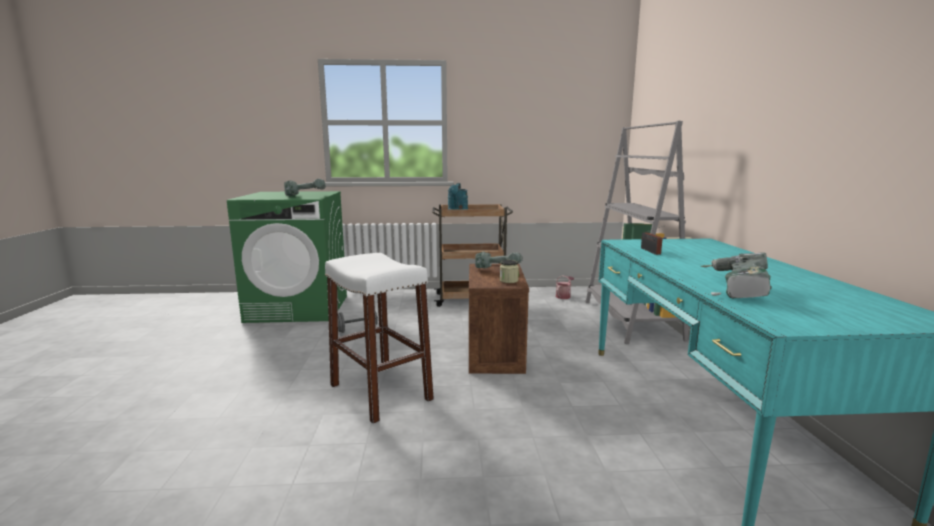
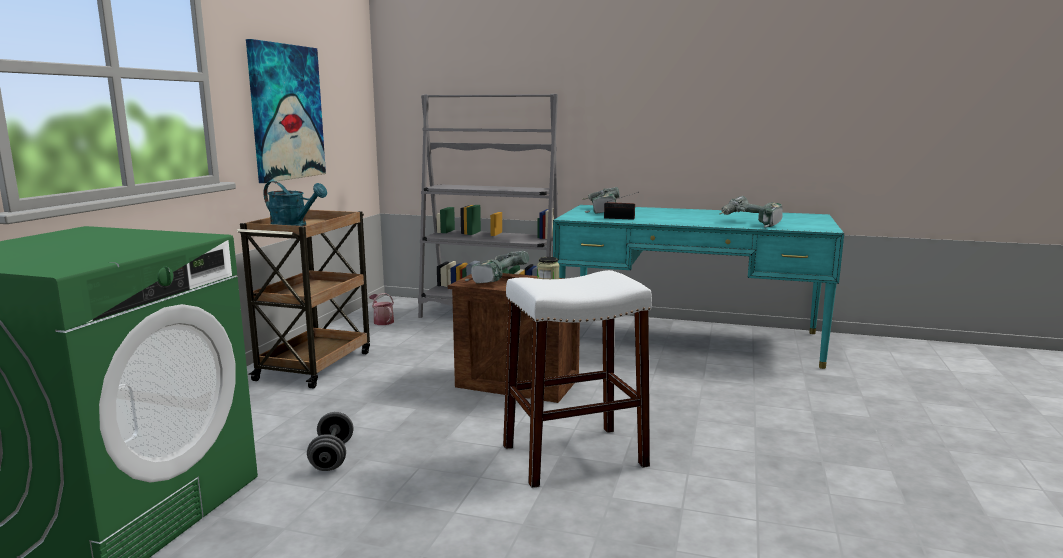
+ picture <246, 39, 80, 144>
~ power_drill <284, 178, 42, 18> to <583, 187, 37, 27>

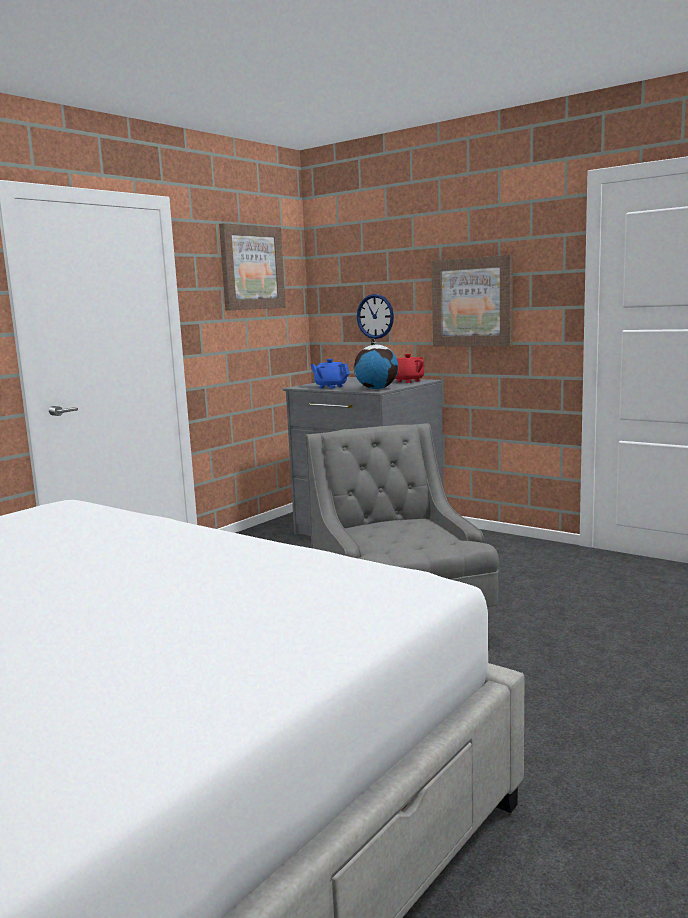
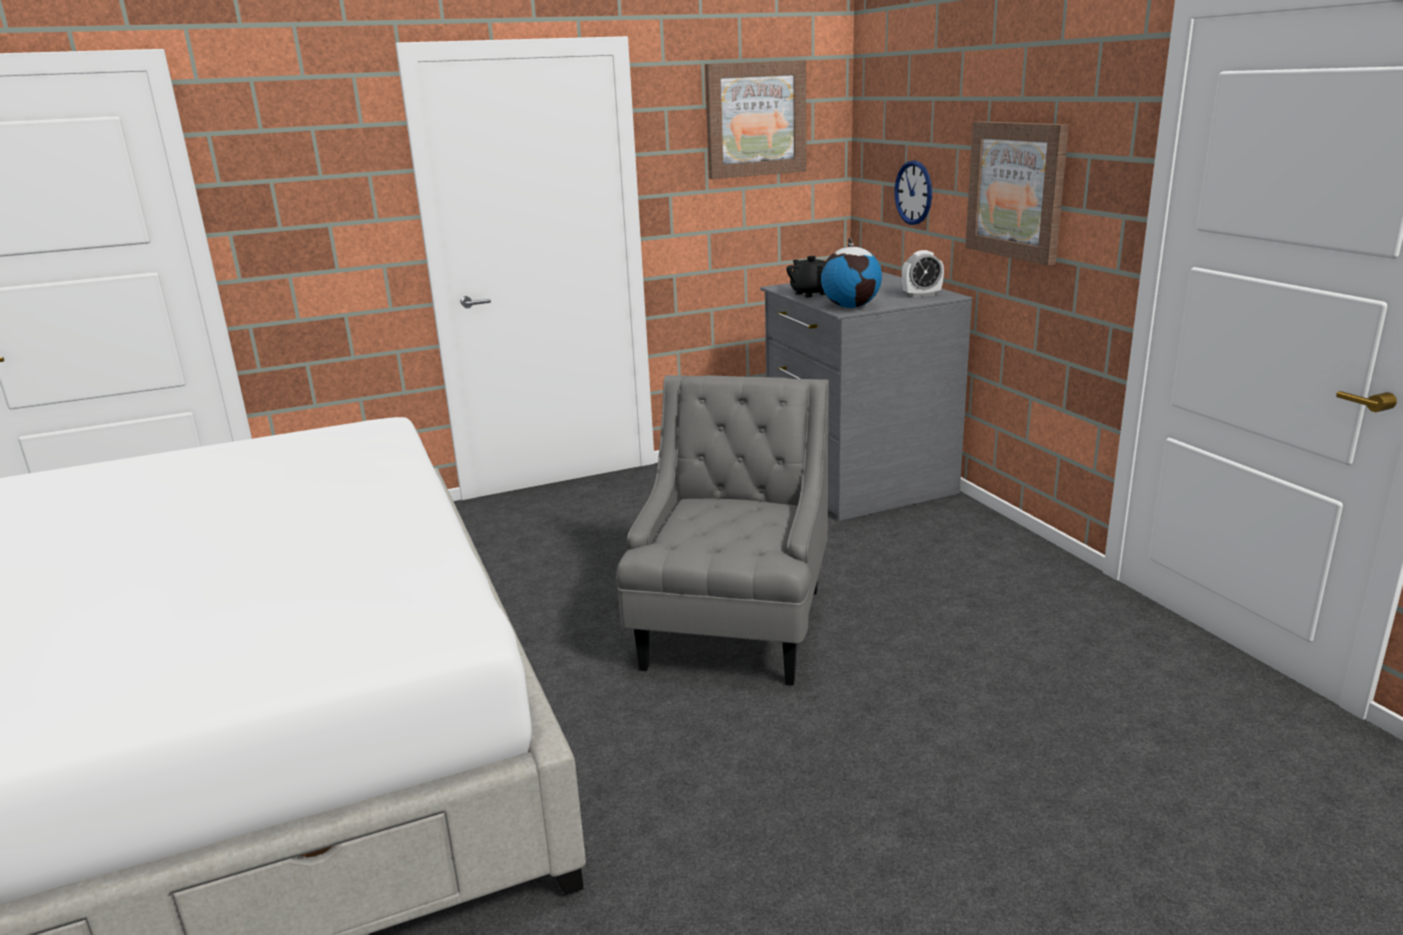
~ bluish_tea_pot <310, 359, 40, 30> to black_tea_pot <786, 256, 40, 41>
~ red-coloured_tea_pot <395, 354, 30, 29> to bedside_clock <902, 250, 42, 47>

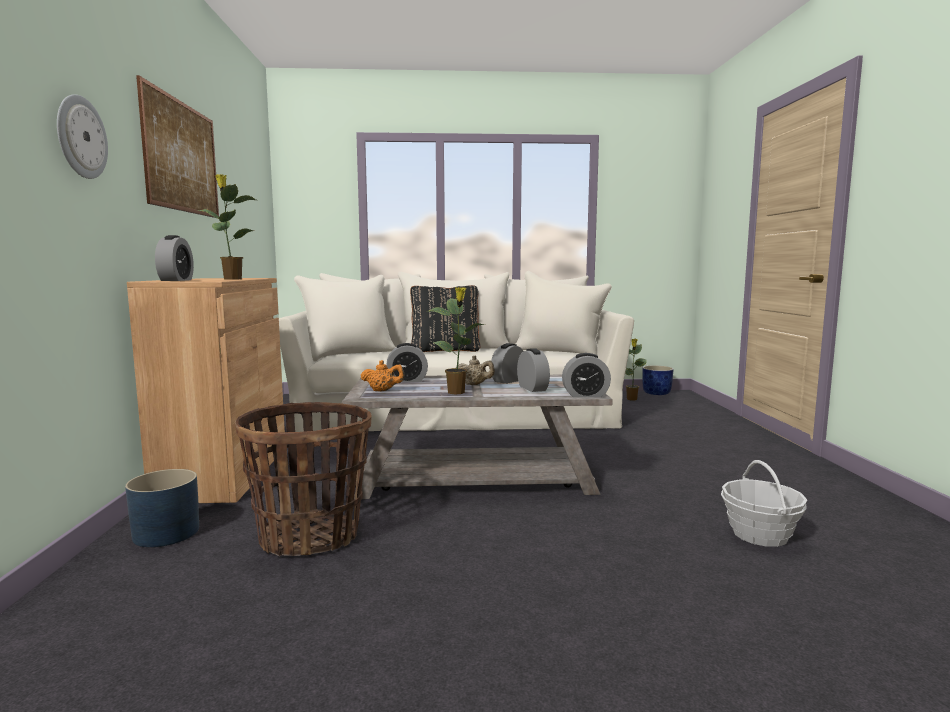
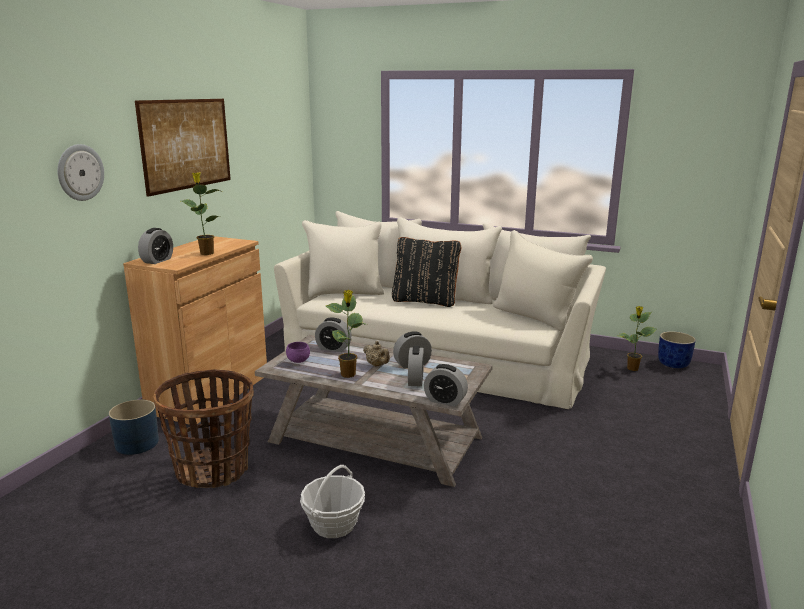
~ orange_tea_pot <361, 360, 44, 32> to purple-coloured_serving_bowl <286, 342, 24, 21>
~ basket <721, 460, 86, 87> to <300, 465, 65, 73>

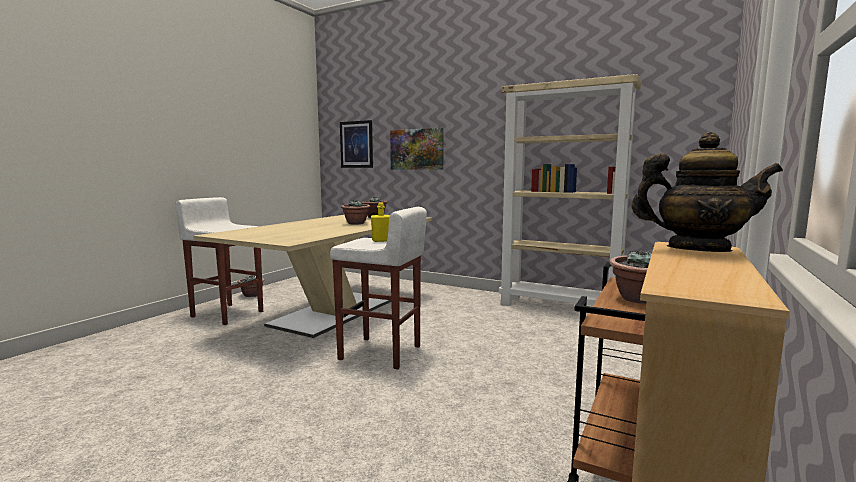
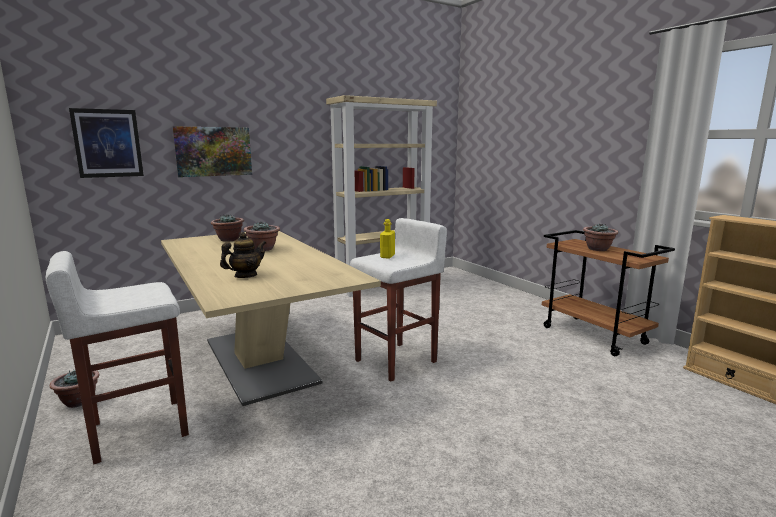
~ tea_pot <631, 132, 152, 120> to <220, 232, 46, 46>

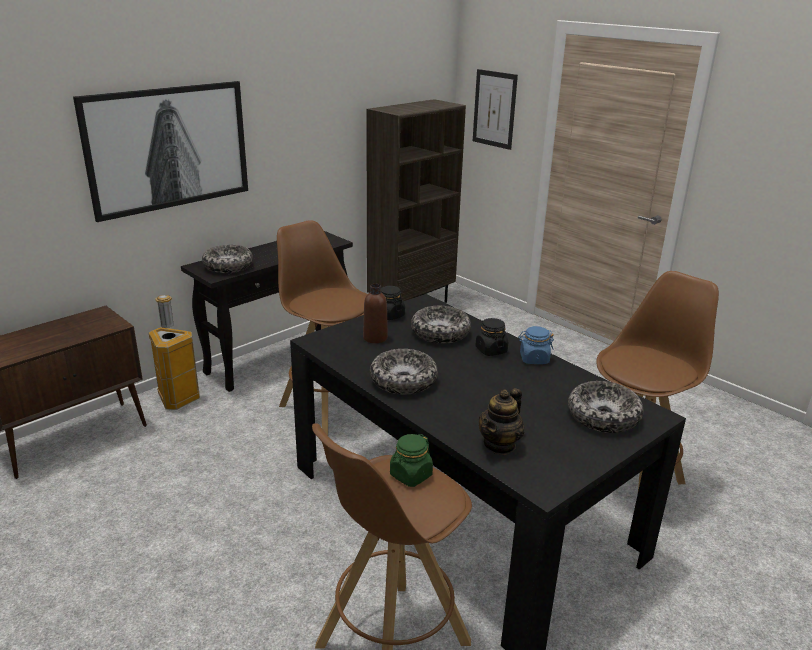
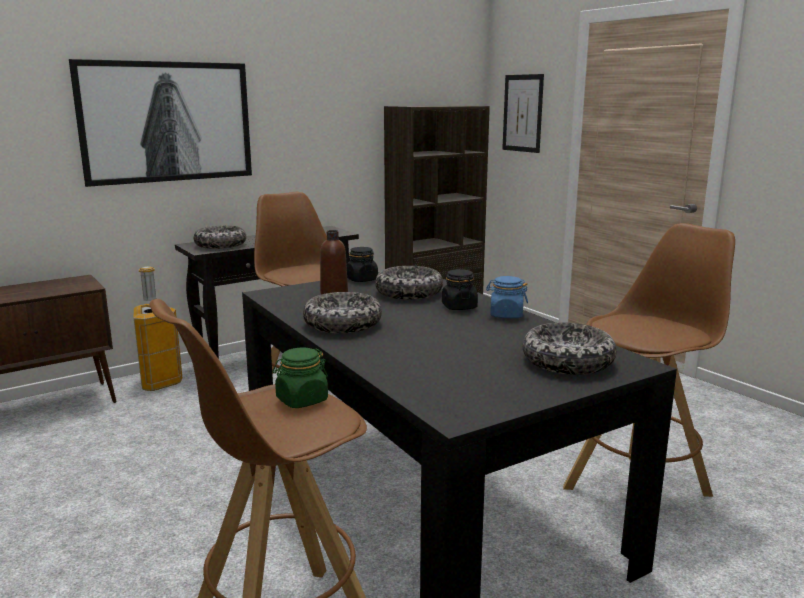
- tea_pot <479, 388, 45, 67>

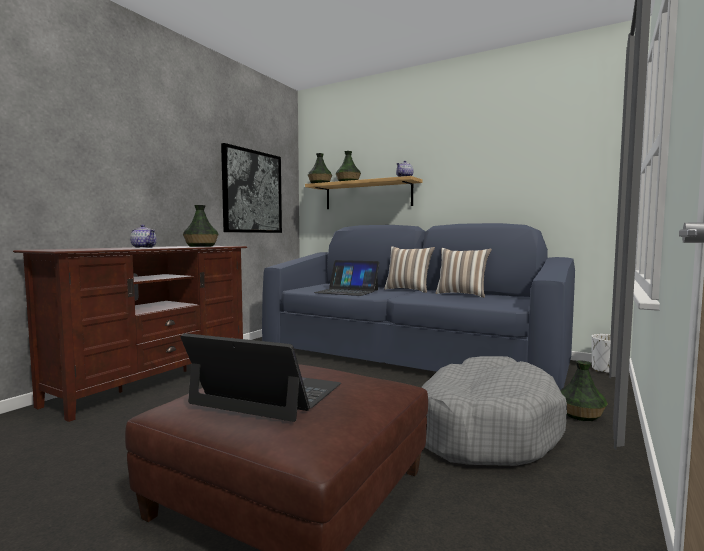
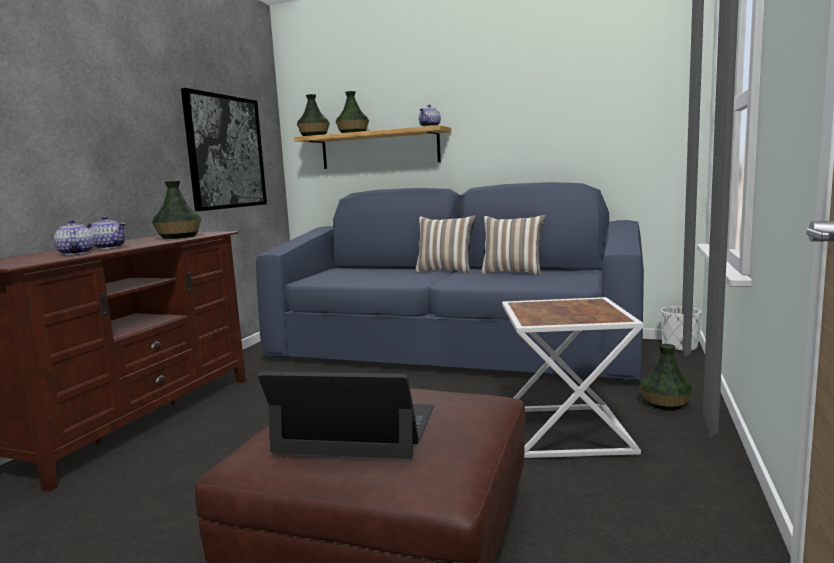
+ tea_pot <54, 219, 40, 36>
~ greyish_pet_bed <421, 356, 146, 110> to white_accent_table <502, 297, 142, 161>
- laptop <314, 260, 65, 36>

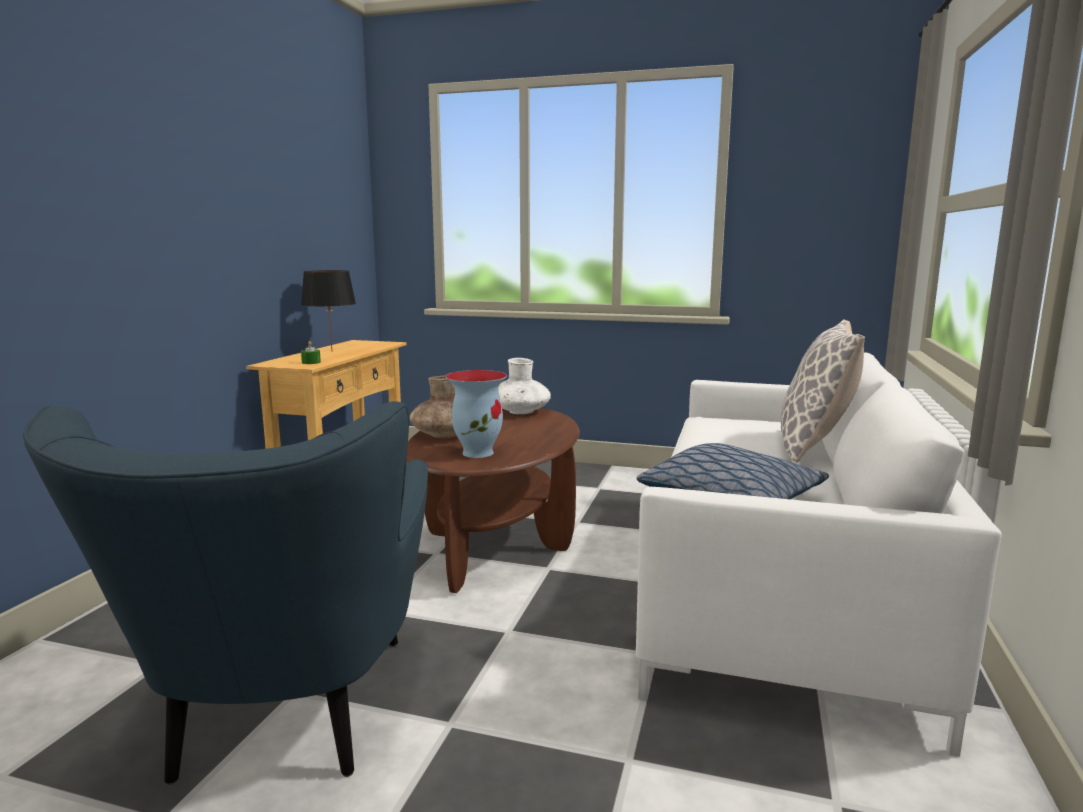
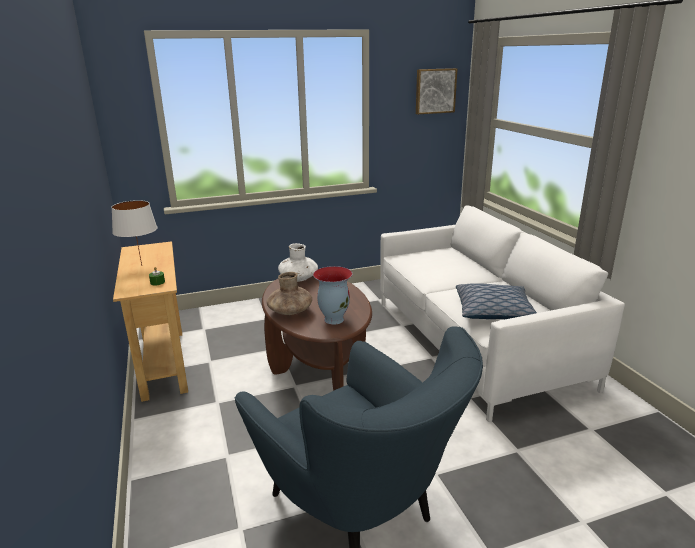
~ black_tabletop_lamp <301, 270, 55, 79> to white_tabletop_lamp <111, 200, 47, 65>
+ picture <416, 68, 41, 46>
- pillow <781, 319, 84, 143>

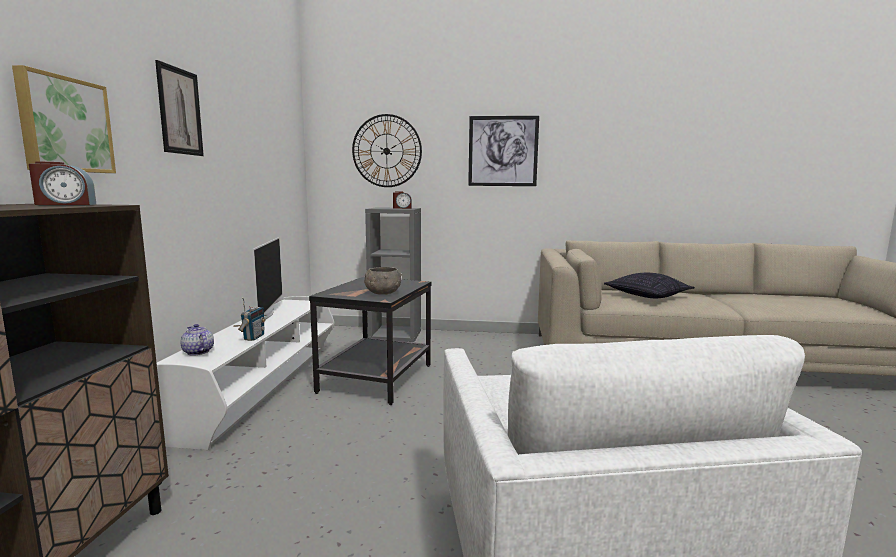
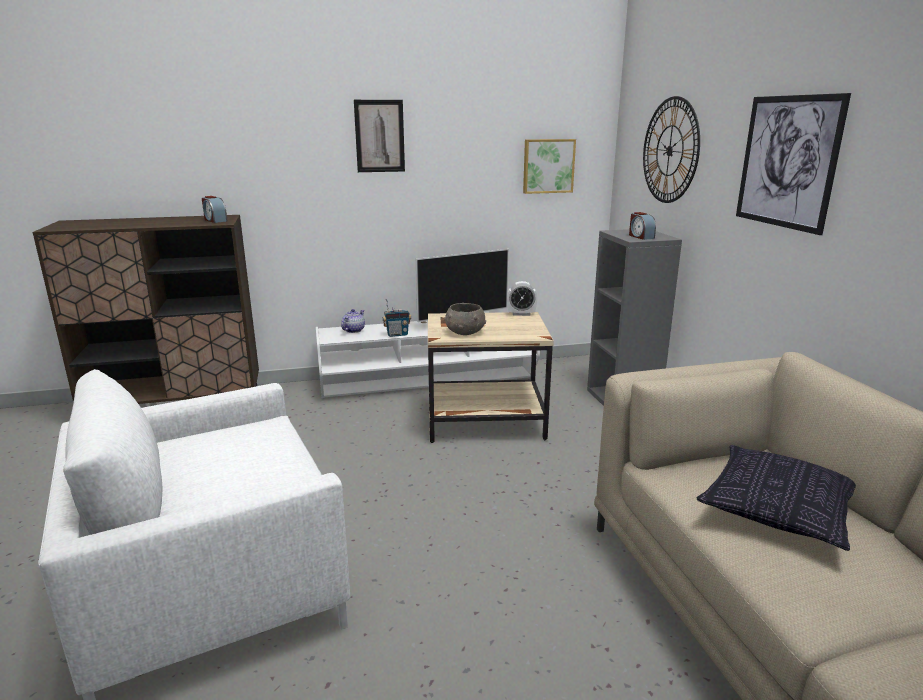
~ black_accent_table <309, 277, 122, 128> to beige-coloured_accent_table <428, 312, 126, 131>
+ bedside_clock <507, 281, 30, 35>
~ picture <12, 65, 104, 108> to <523, 139, 53, 55>

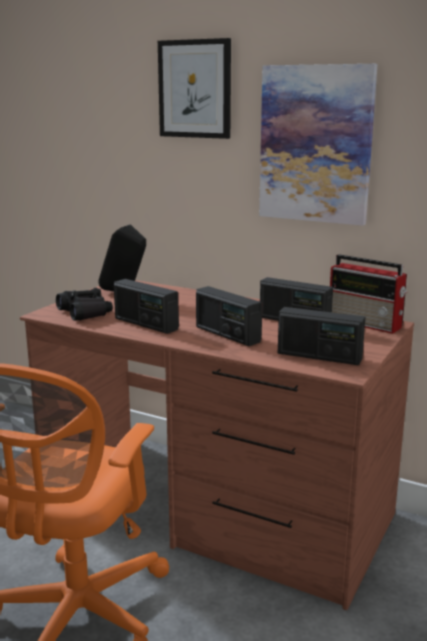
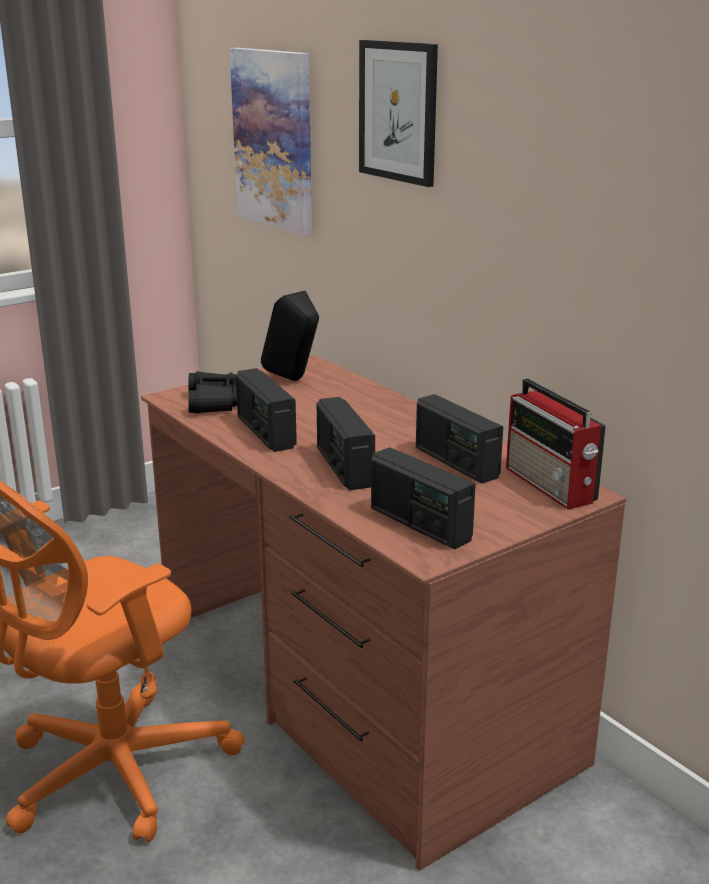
~ picture <259, 64, 119, 162> to <230, 48, 82, 188>

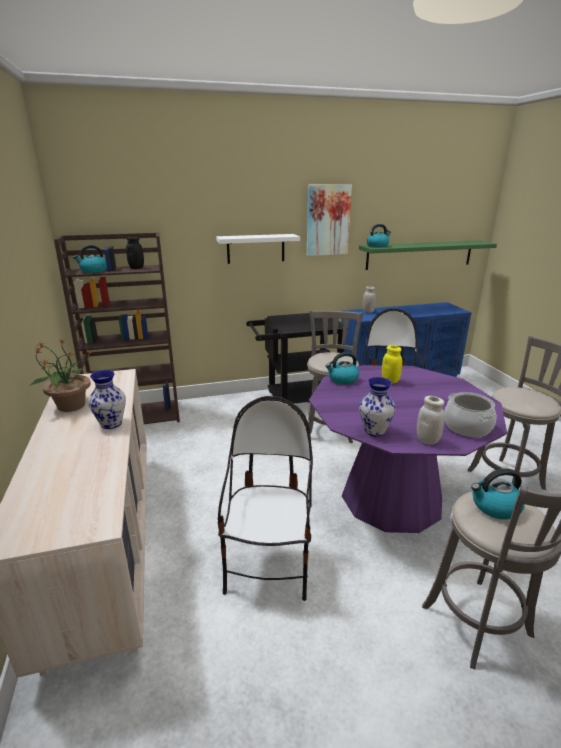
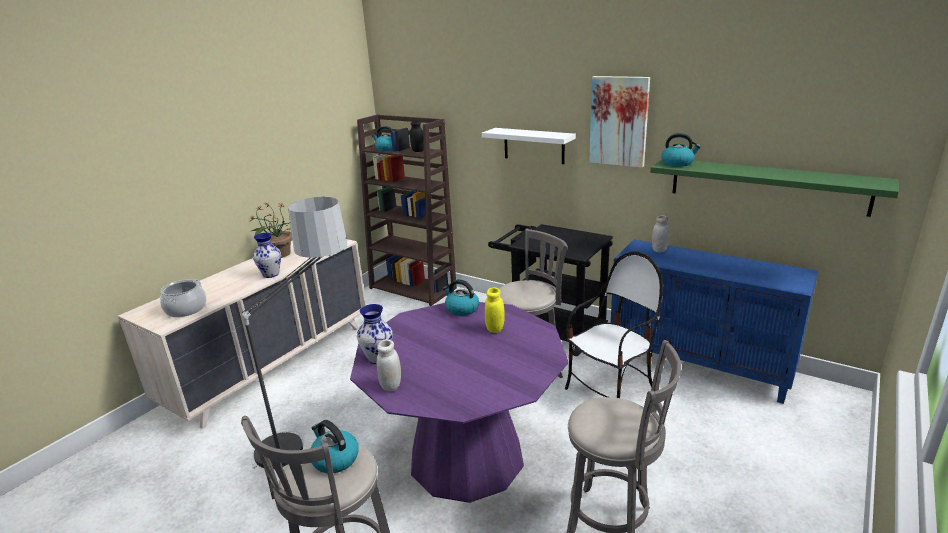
~ cooking_pot <444, 392, 53, 45> to <160, 279, 46, 38>
~ chair <218, 396, 95, 205> to floor_lamp <240, 197, 108, 272>

